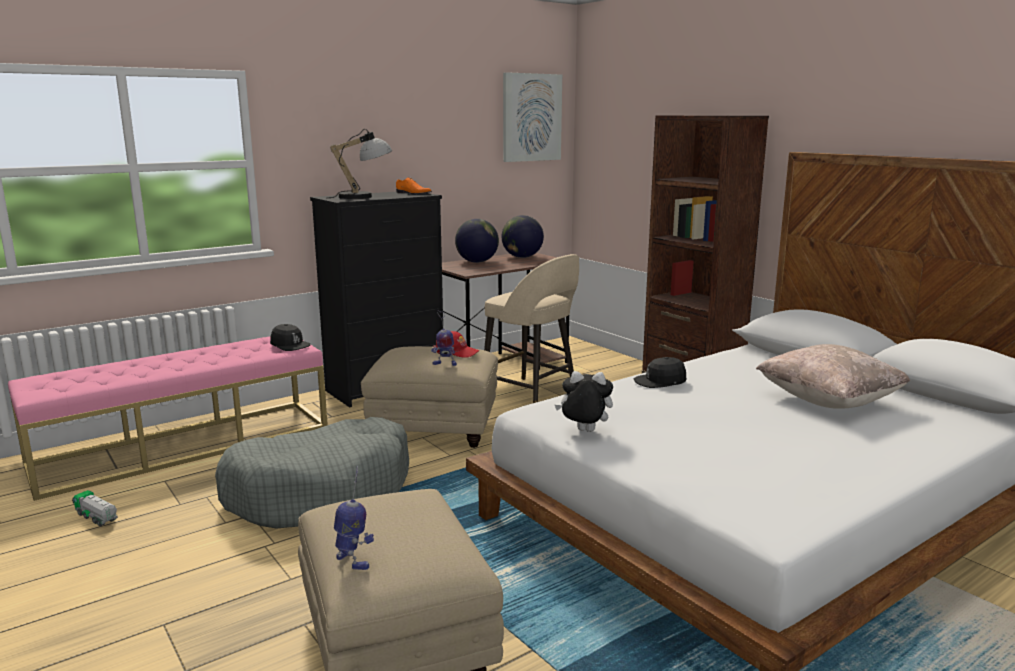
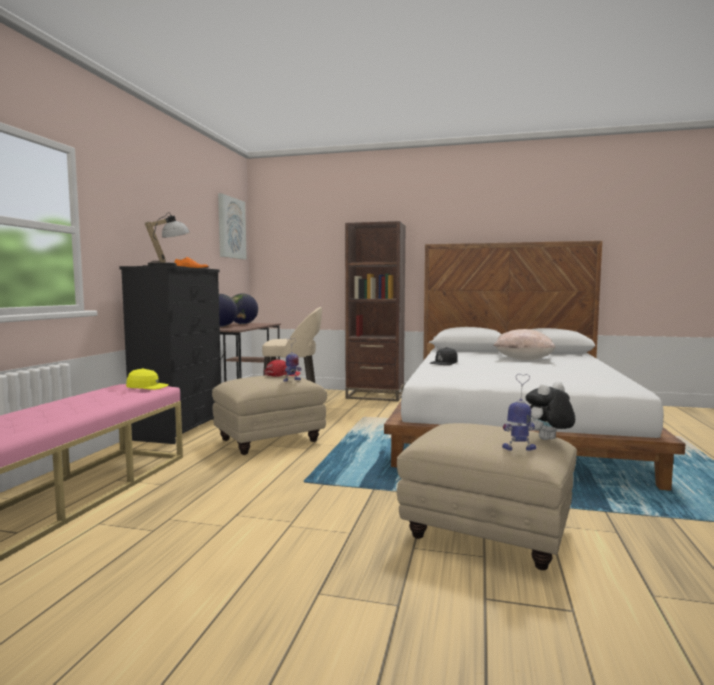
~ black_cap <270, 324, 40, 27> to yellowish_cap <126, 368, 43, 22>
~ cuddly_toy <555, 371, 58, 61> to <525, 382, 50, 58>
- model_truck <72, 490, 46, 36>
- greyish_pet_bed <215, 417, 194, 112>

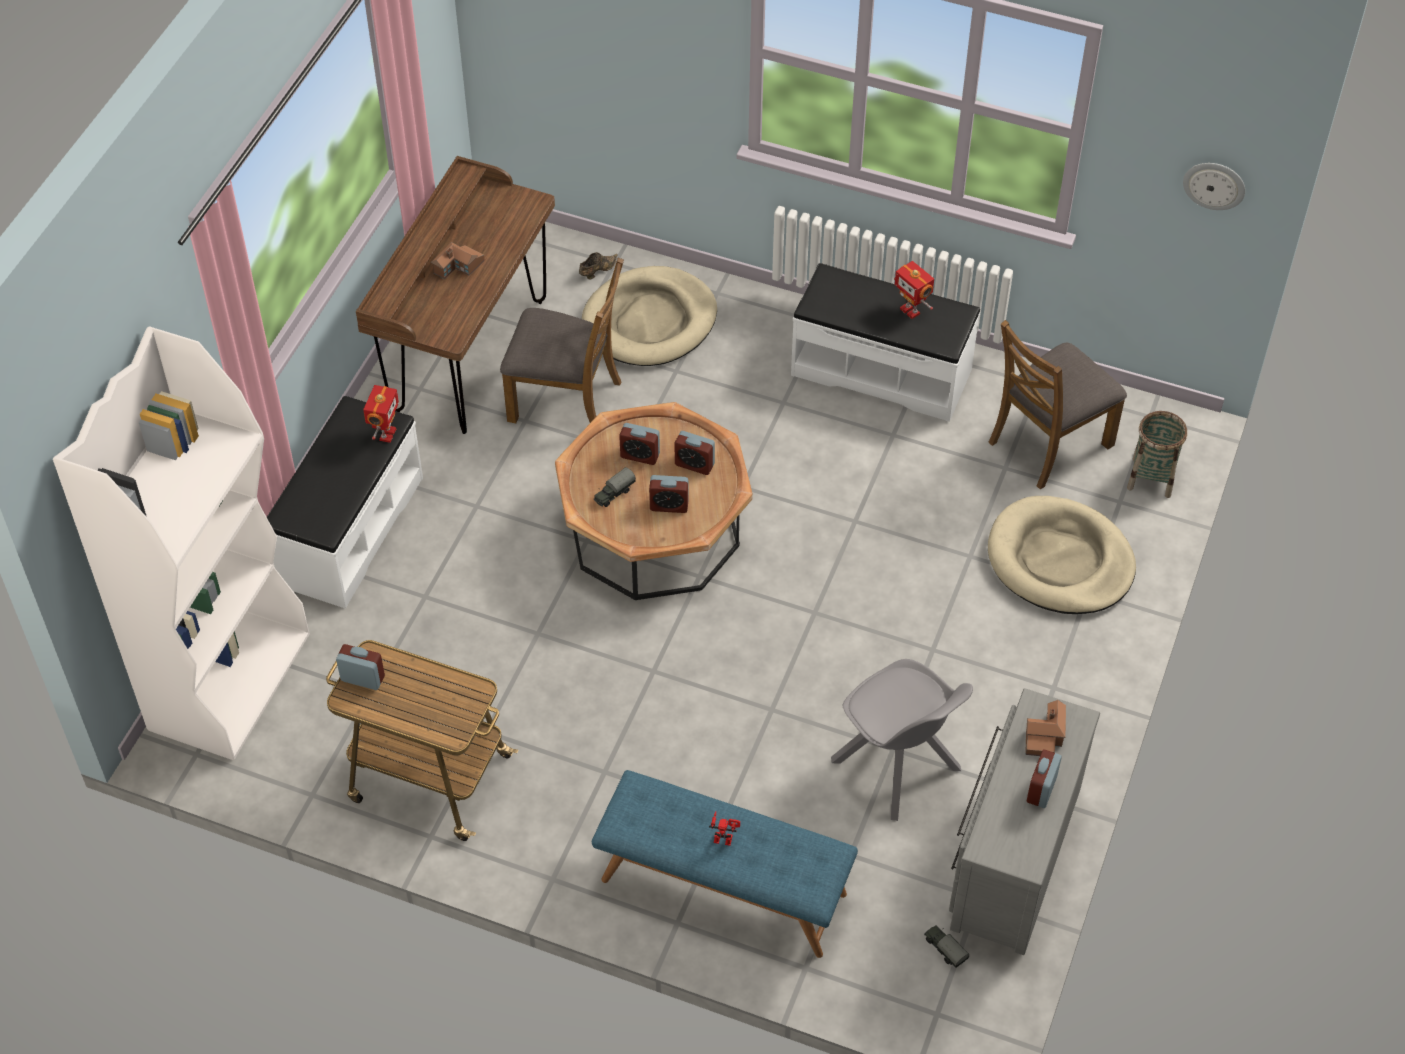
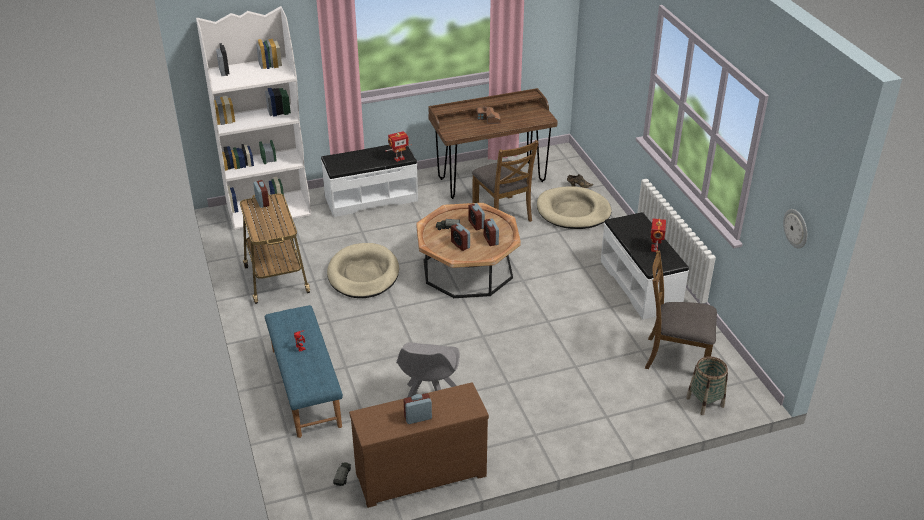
~ beige-coloured_pet_bed <988, 496, 148, 118> to <327, 243, 72, 55>
~ greyish_drawer_chest <949, 688, 151, 267> to brown_drawer_chest <349, 382, 140, 126>
- model_house <1025, 700, 41, 56>

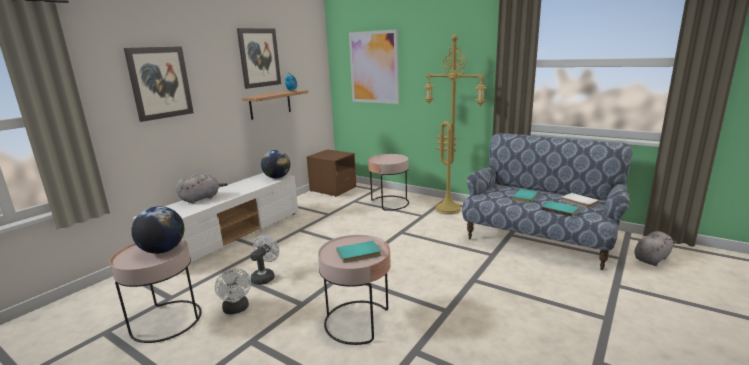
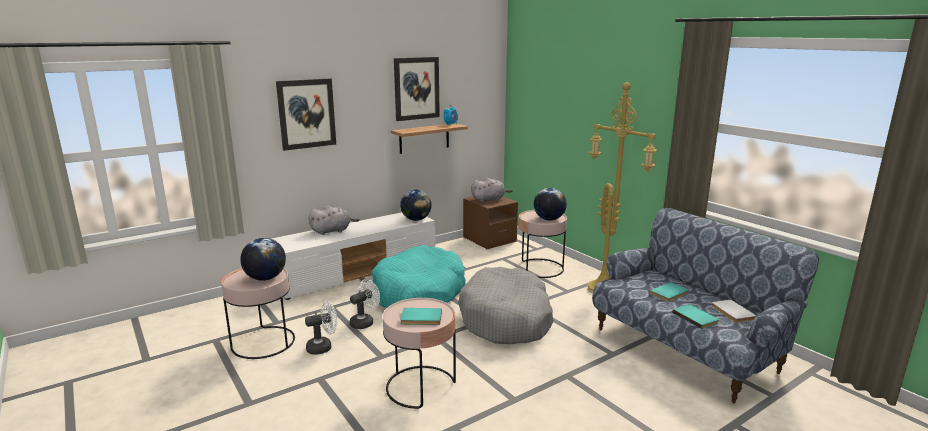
~ white_electric_fan <215, 268, 36, 46> = <305, 301, 32, 54> 105 degrees counterclockwise
+ blue-green_pet_bed <372, 245, 94, 63>
+ greyish_pet_bed <458, 267, 96, 77>
~ greyish_cuddly_toy <634, 231, 43, 35> to <471, 178, 42, 24>
+ world_globe <534, 188, 33, 32>
- picture <349, 29, 50, 75>

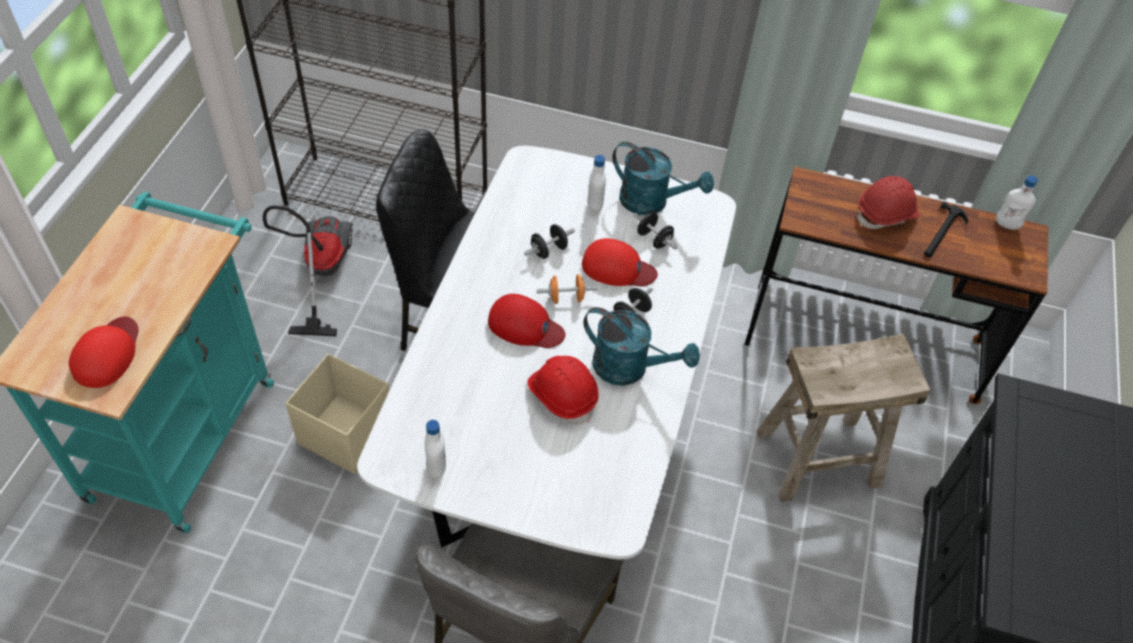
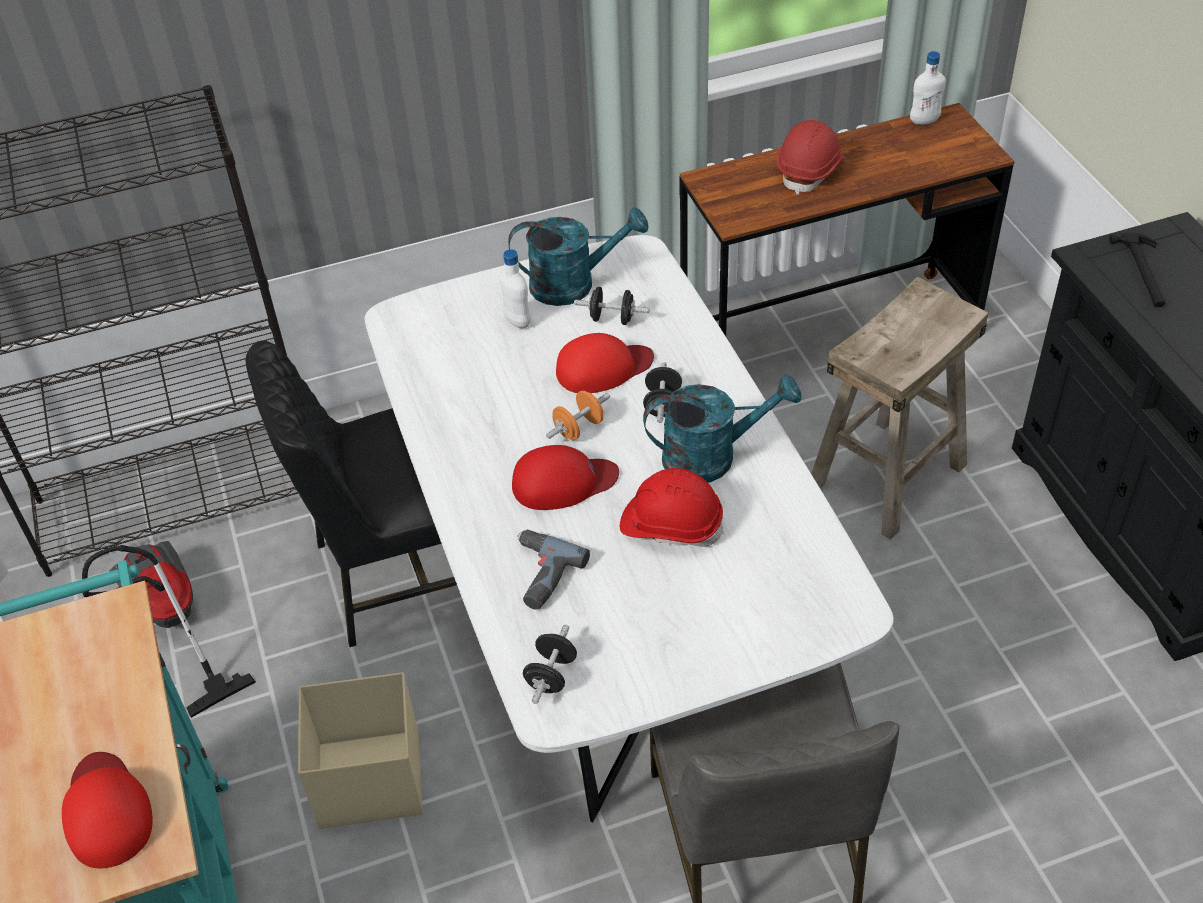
+ power_drill <517, 530, 73, 80>
~ black_free_weight <524, 224, 51, 35> to <523, 625, 54, 79>
~ hammer <924, 202, 45, 55> to <1109, 233, 56, 74>
- white_bottle <424, 420, 22, 59>

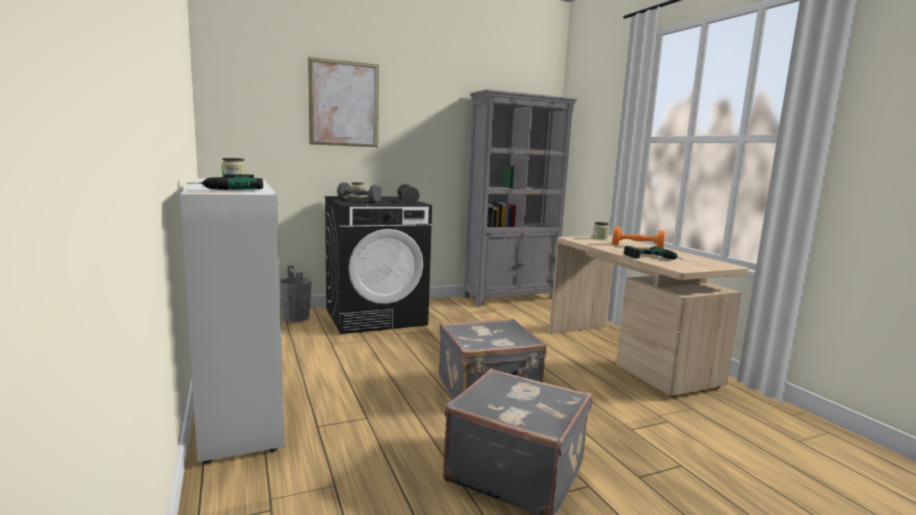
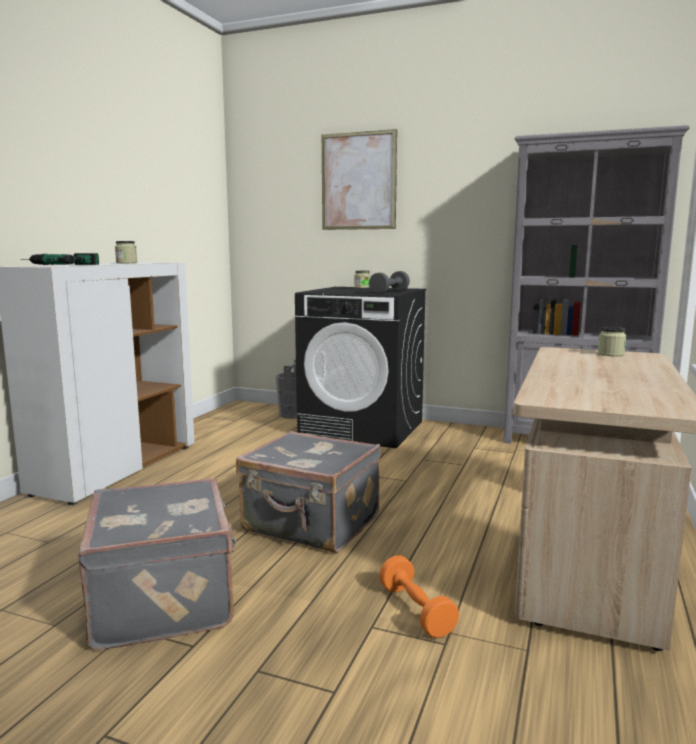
~ orange_free_weight <613, 226, 52, 22> to <379, 556, 80, 82>
- greyish_free_weight <337, 182, 45, 20>
- power_drill <624, 246, 58, 14>

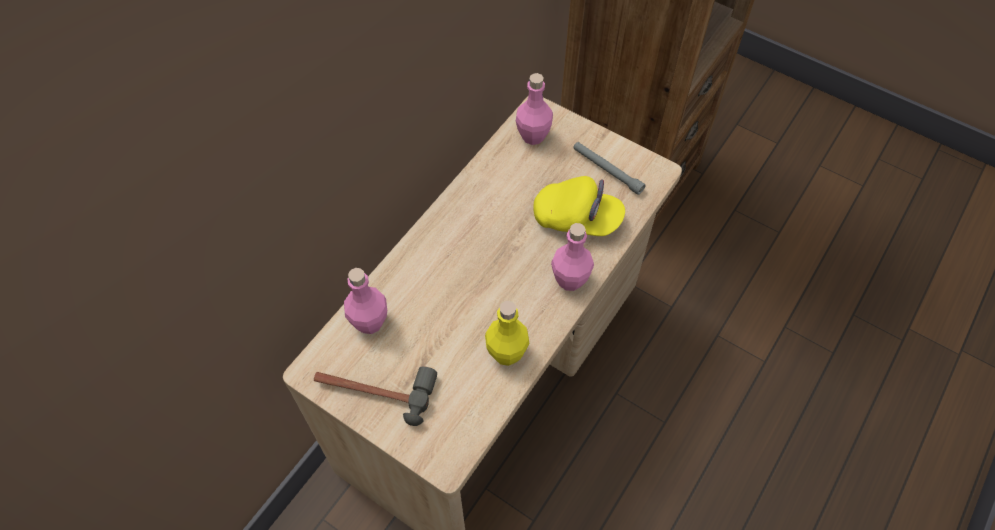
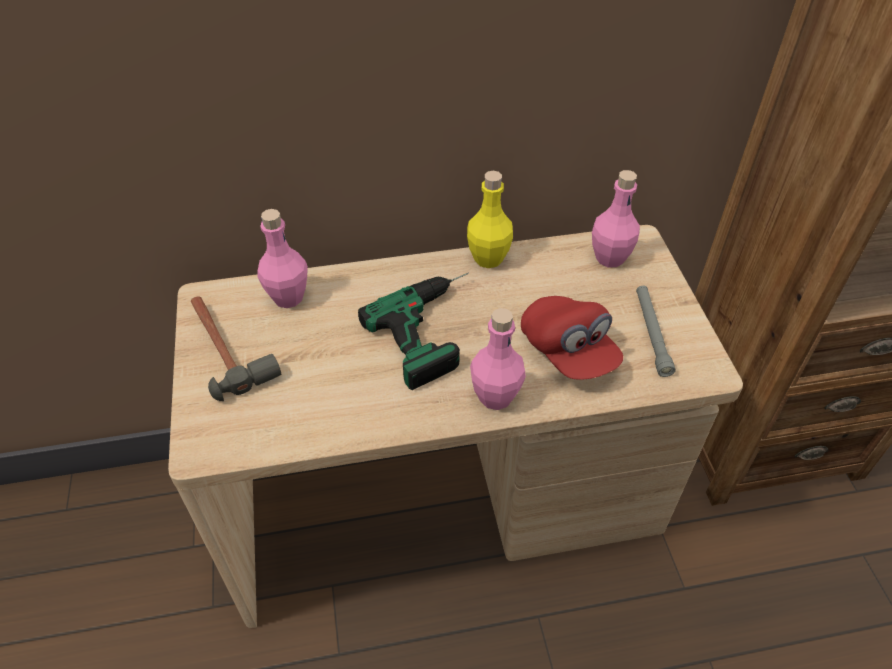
+ power_drill <358, 273, 111, 117>
~ yellowish_bottle <485, 301, 44, 65> to <467, 171, 46, 97>
~ yellowish_cap <533, 176, 92, 60> to red-coloured_cap <521, 296, 102, 84>

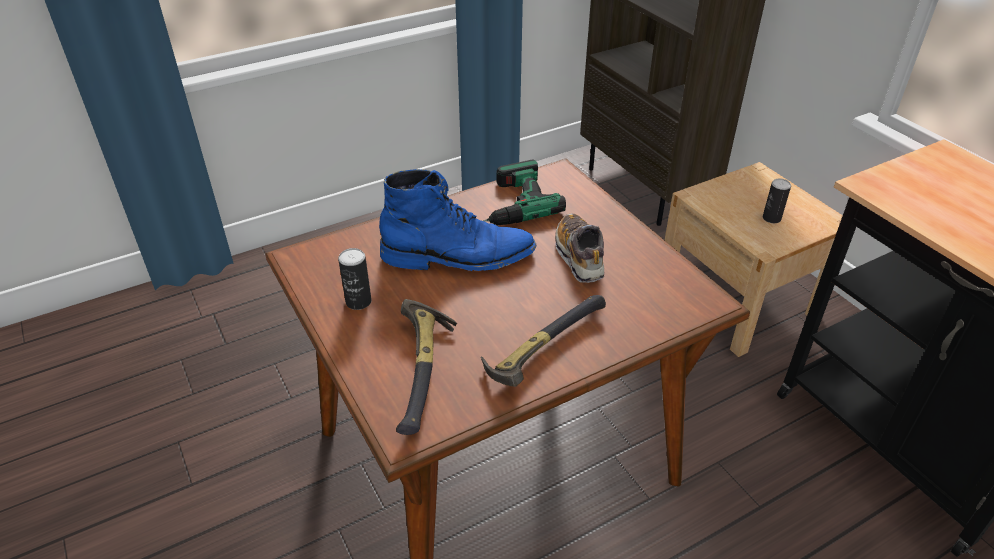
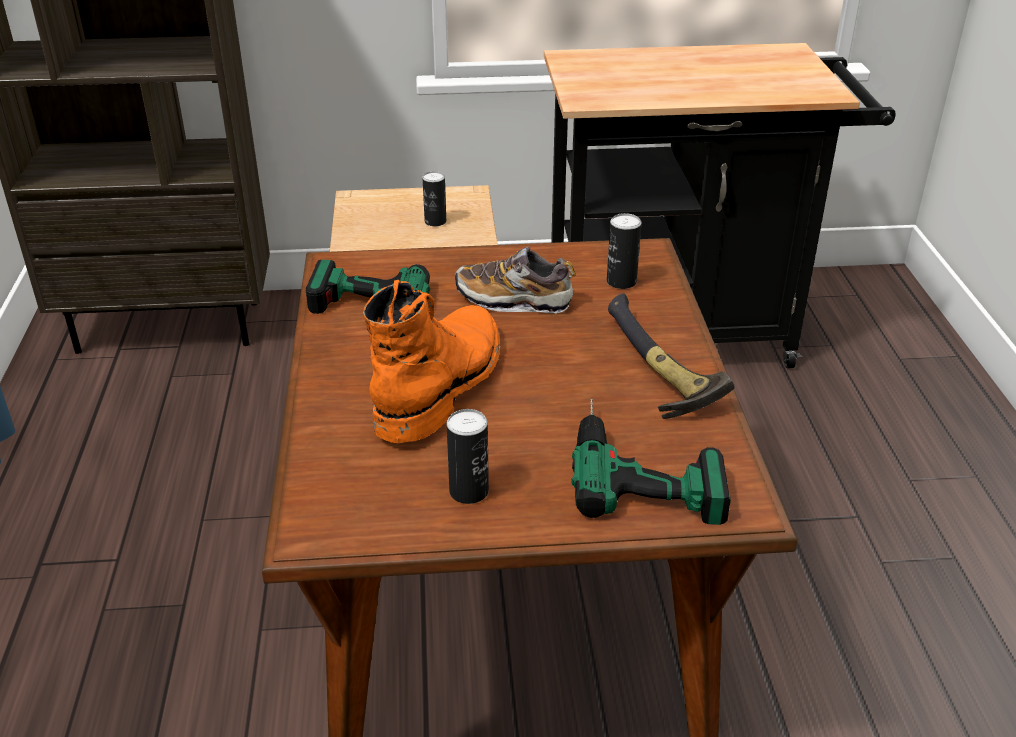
~ bluish_high-top_boot <379, 169, 157, 102> to orange_high-top_boot <363, 280, 137, 163>
~ hammer <396, 299, 61, 136> to power_drill <571, 399, 160, 126>
+ can <607, 213, 34, 76>

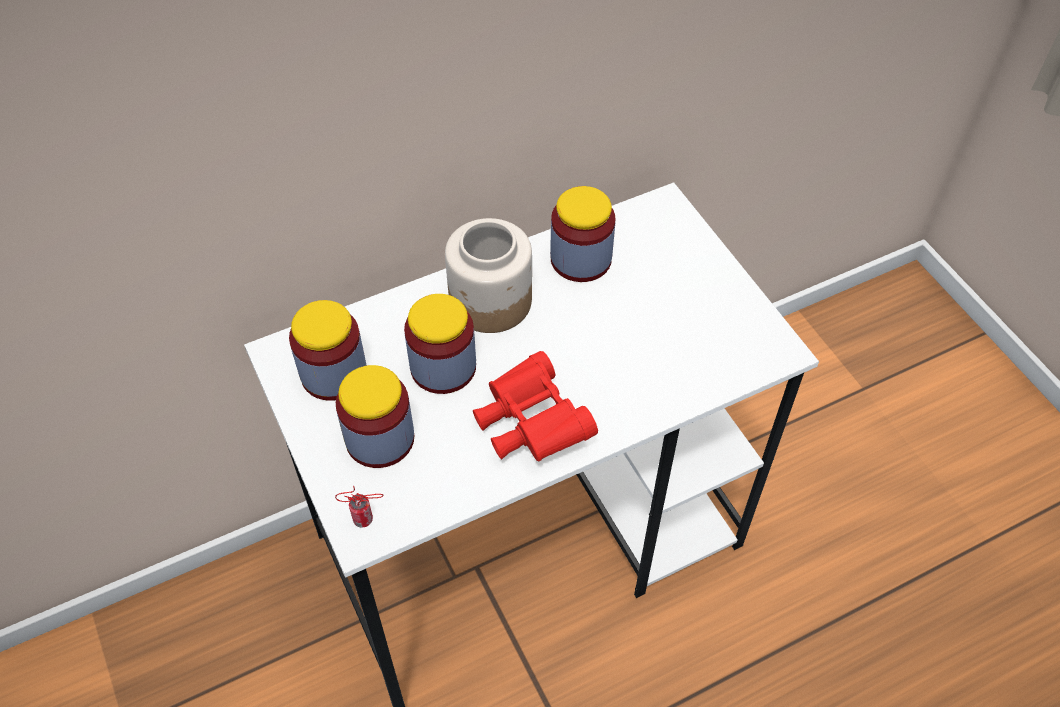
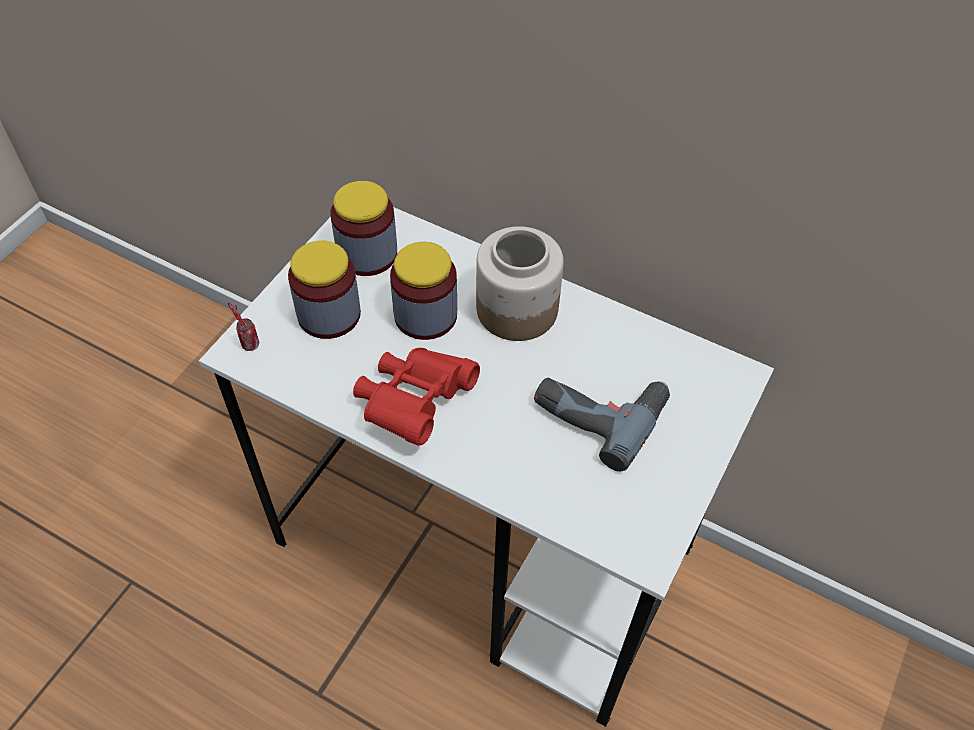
+ power_drill <534, 378, 136, 94>
- jar <550, 186, 66, 96>

